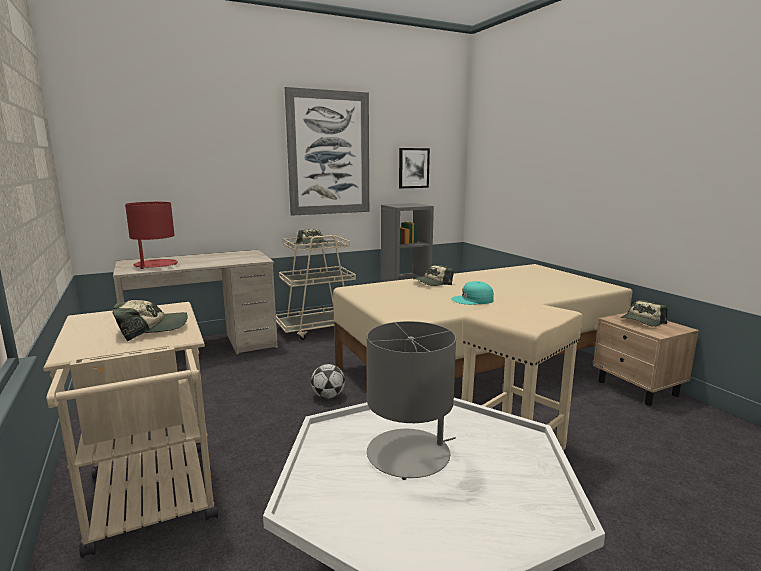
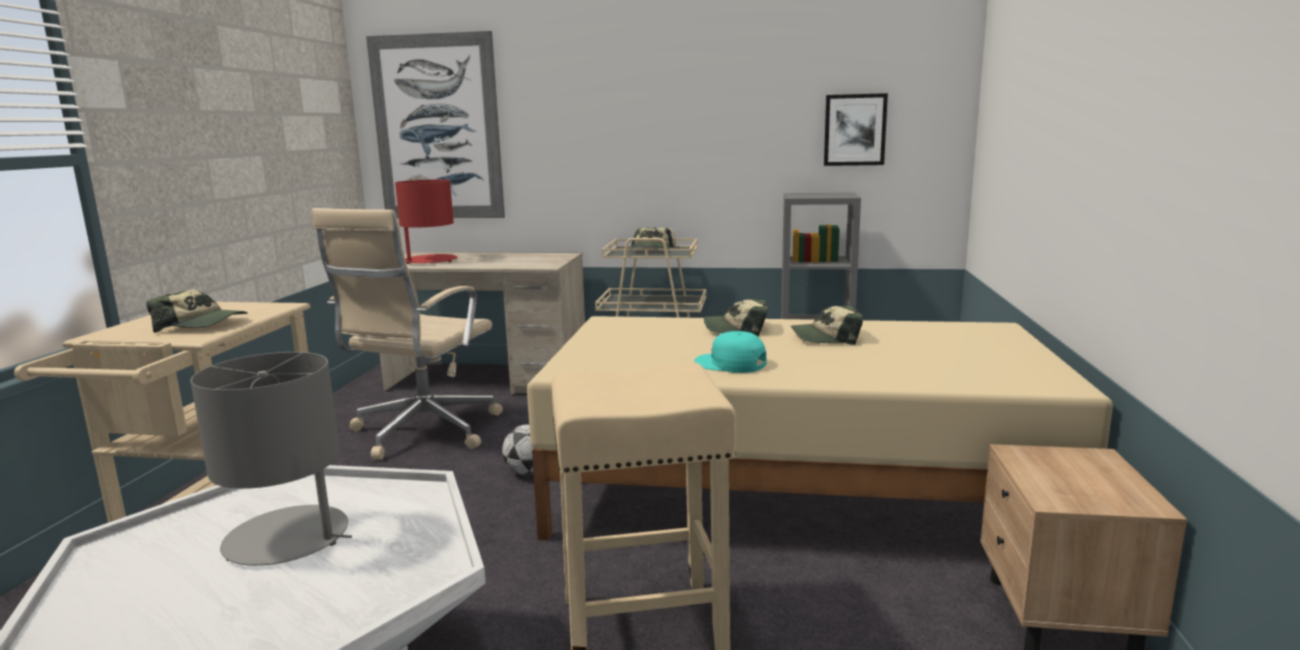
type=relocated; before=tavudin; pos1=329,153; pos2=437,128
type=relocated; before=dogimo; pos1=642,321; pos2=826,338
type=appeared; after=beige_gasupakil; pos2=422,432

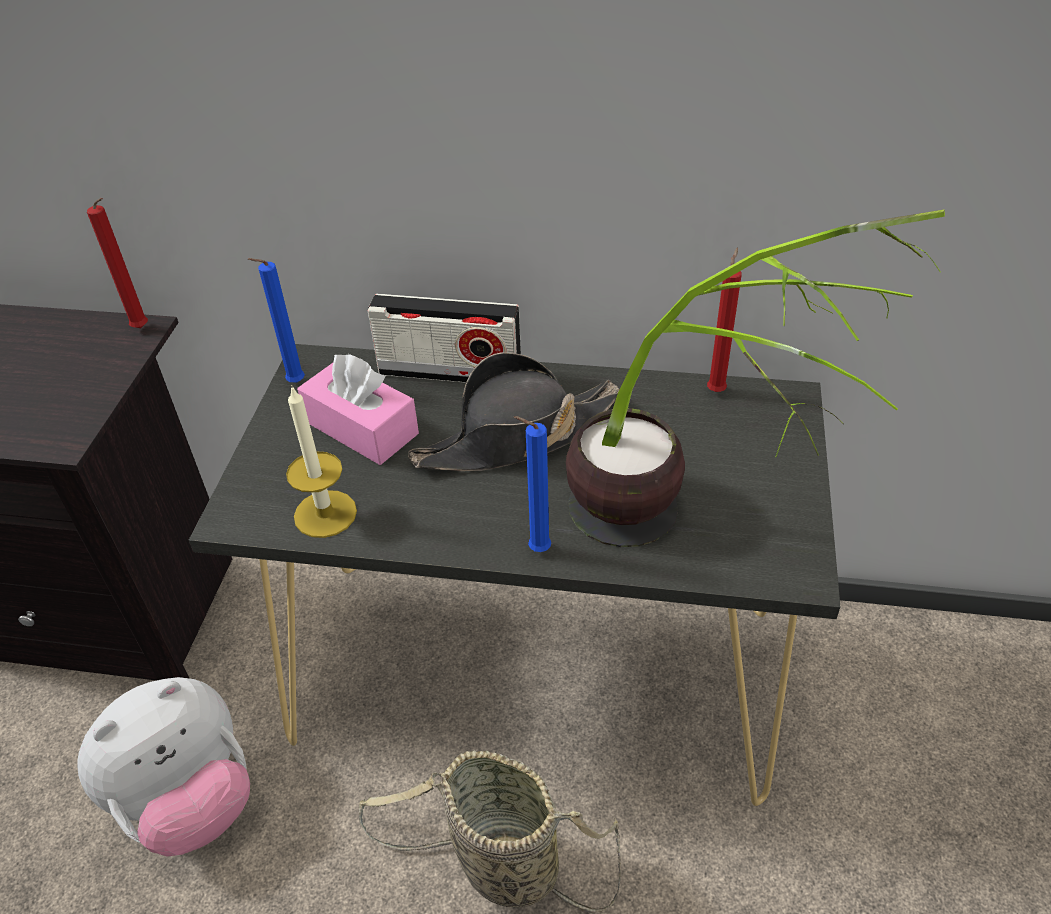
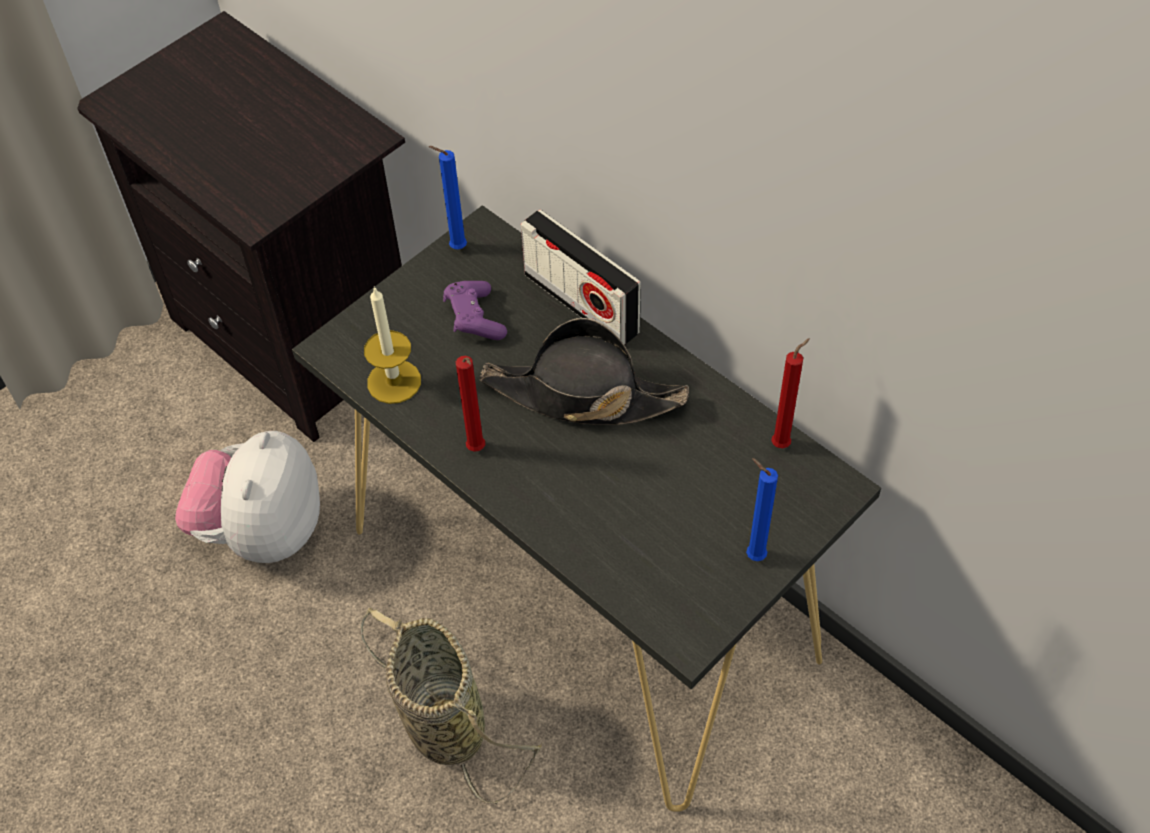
type=relocated; before=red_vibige; pos1=143,329; pos2=477,450
type=missing; before=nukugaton; pos1=685,529
type=exchanged; before=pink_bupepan; after=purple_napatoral; pos1=362,428; pos2=474,319
type=relocated; before=blue_vibige; pos1=536,550; pos2=752,555
type=spun; before=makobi; pos1=190,800; pos2=263,530; turn=105

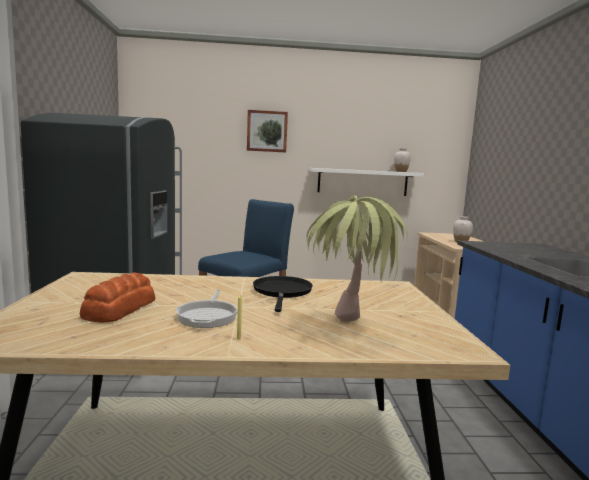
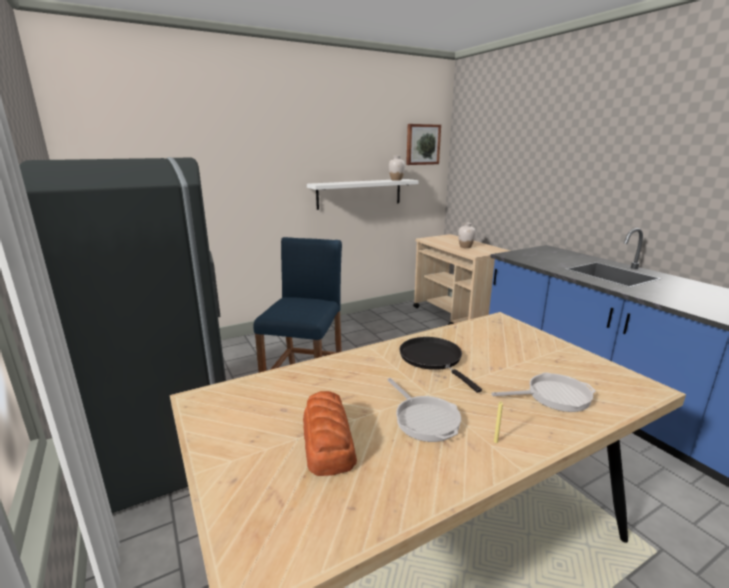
type=relocated; before=tavudin; pos1=267,131; pos2=422,144
type=exchanged; before=nukugaton; after=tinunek; pos1=349,331; pos2=554,396

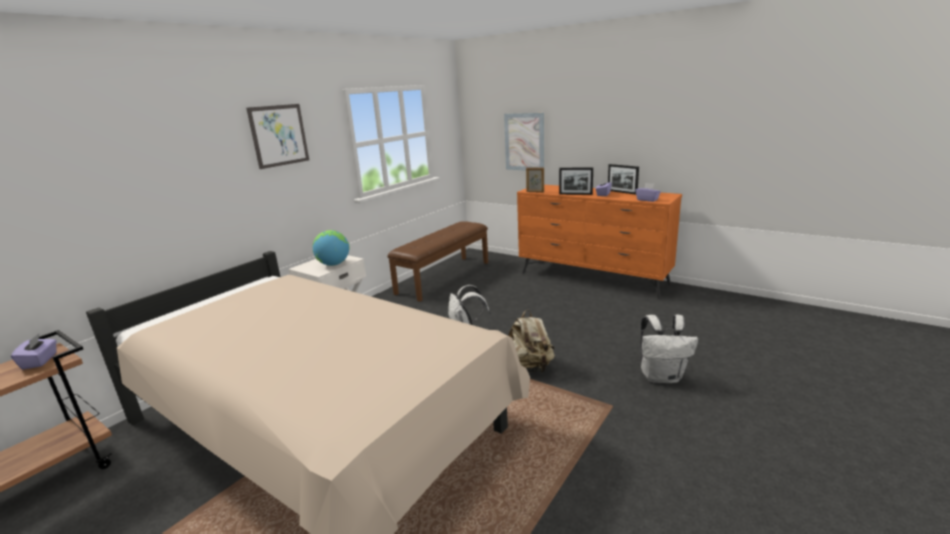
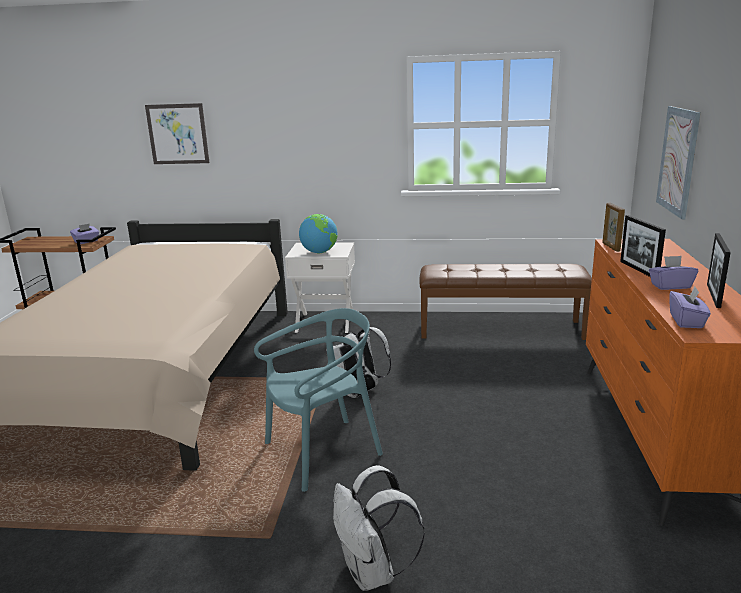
type=relocated; before=tavudin; pos1=279,135; pos2=177,134
type=exchanged; before=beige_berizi; after=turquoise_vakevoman; pos1=529,367; pos2=323,452

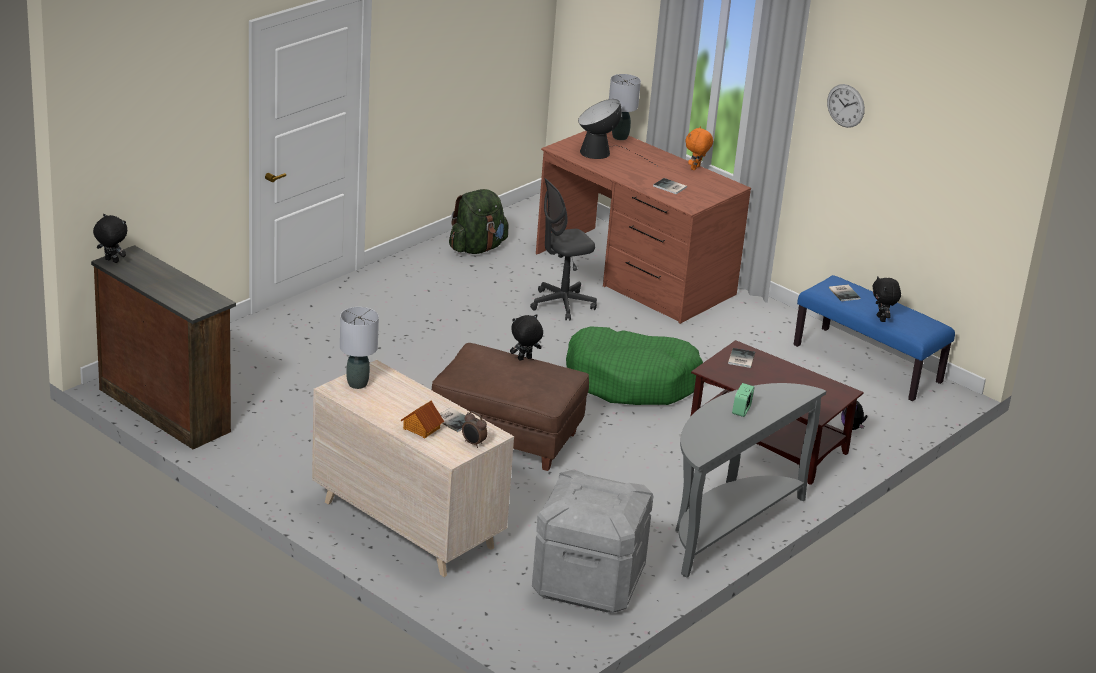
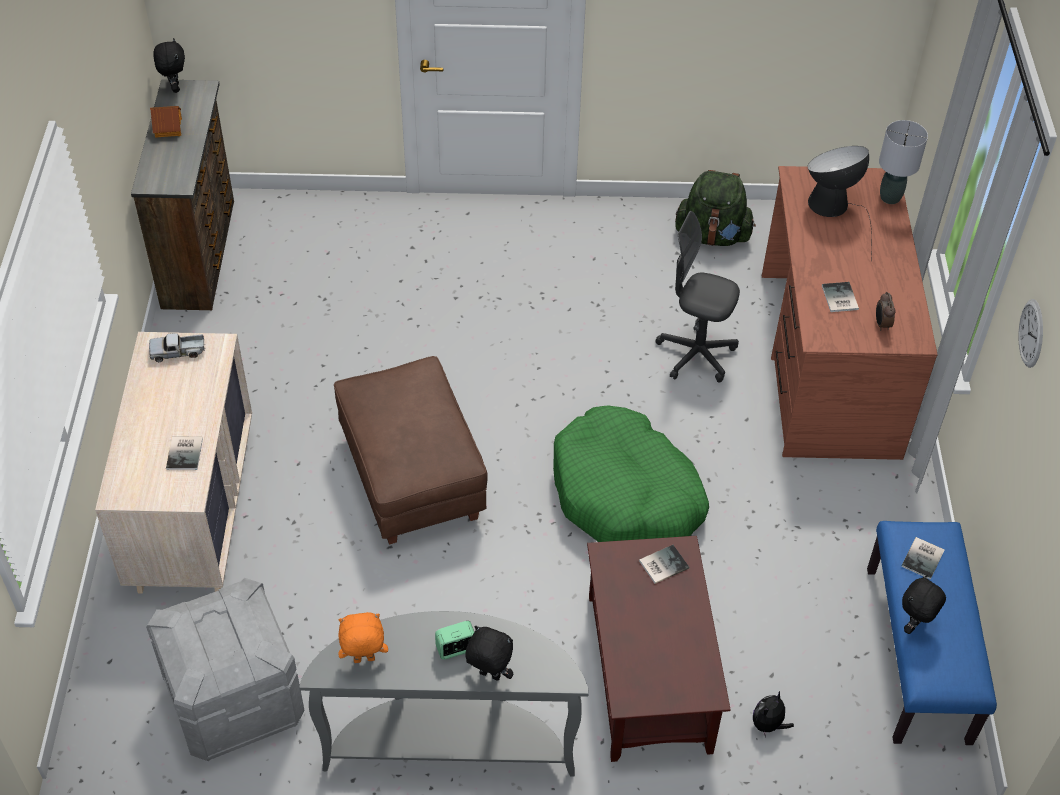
type=relocated; before=orange_makobi; pos1=696,168; pos2=364,660
type=exchanged; before=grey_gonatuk; after=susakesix; pos1=358,384; pos2=178,352
type=relocated; before=black_makobi; pos1=524,359; pos2=489,676
type=relocated; before=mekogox; pos1=421,428; pos2=167,127
type=relocated; before=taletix; pos1=473,443; pos2=881,324

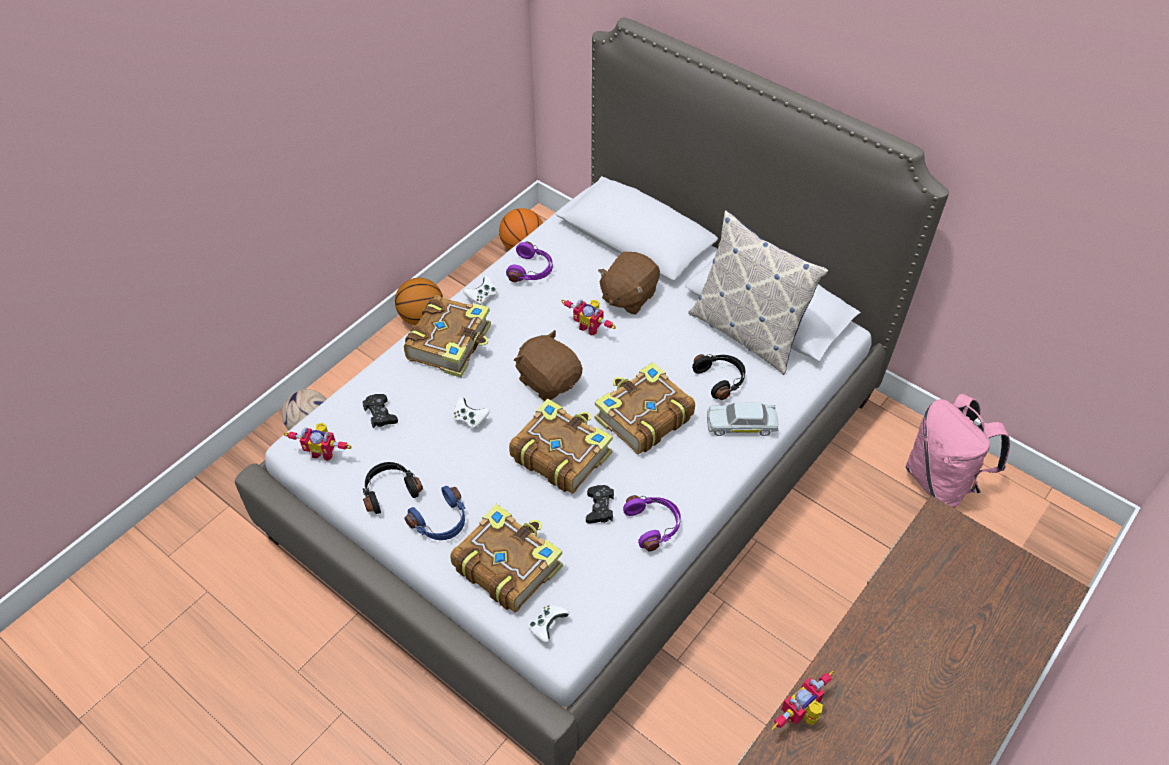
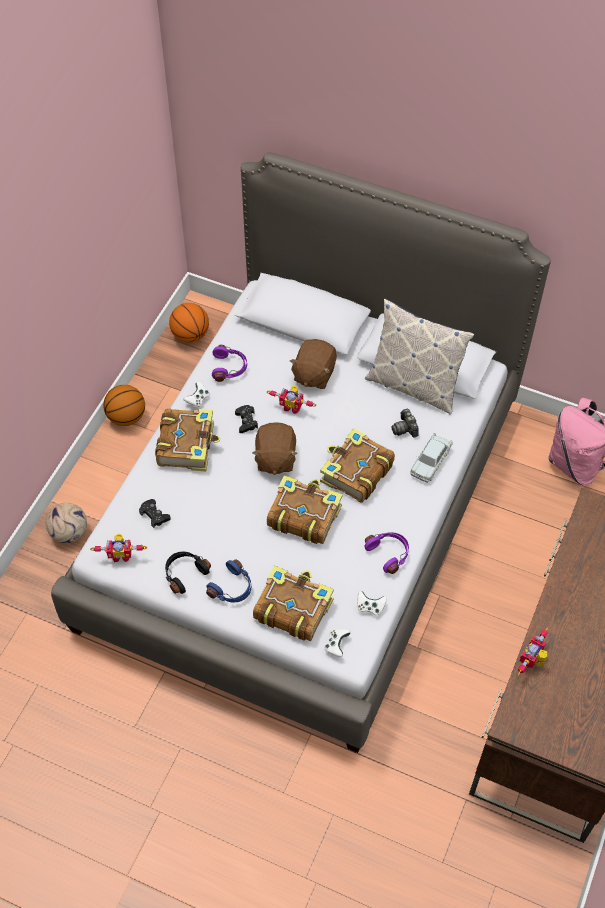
type=spun; before=brown_makobi; pos1=549,380; pos2=275,458; turn=-120
type=exchanged; before=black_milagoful; after=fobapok; pos1=721,379; pos2=405,428
type=relocated; before=white_napatoral; pos1=470,419; pos2=370,607
type=spun; before=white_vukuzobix; pos1=741,424; pos2=430,461; turn=-45
type=relocated; before=black_napatoral; pos1=599,508; pos2=246,421

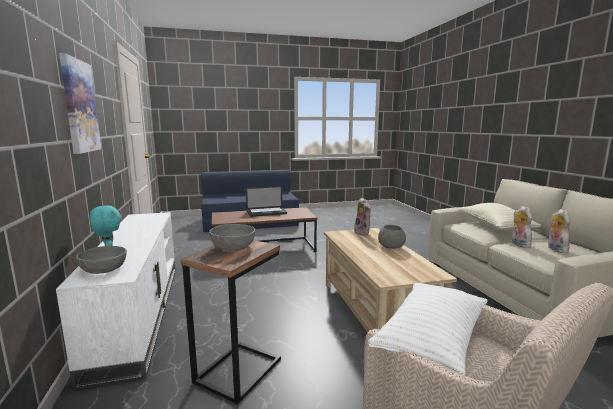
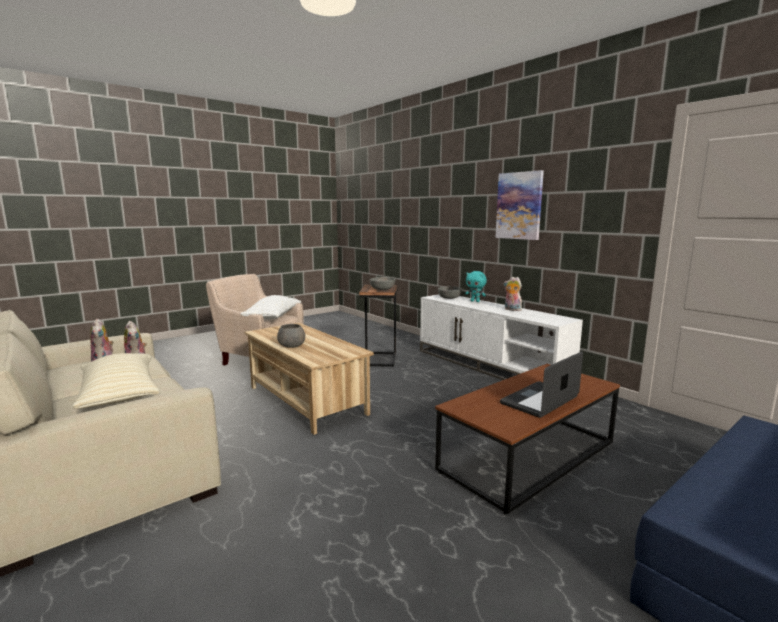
type=relocated; before=makobi; pos1=363,233; pos2=511,310

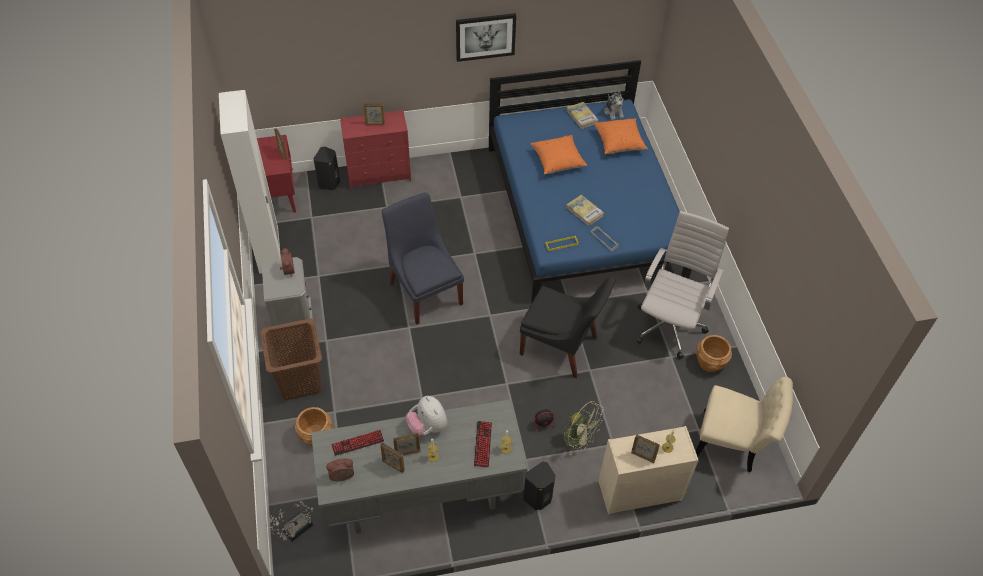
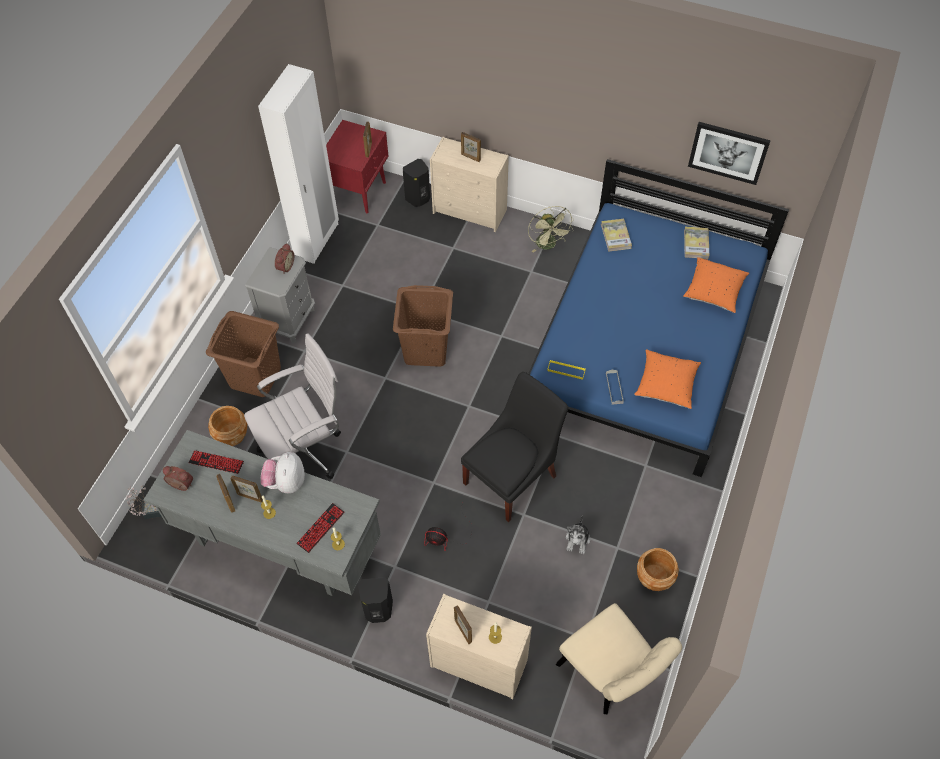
type=relocated; before=tavudin; pos1=485,36; pos2=728,152
type=relocated; before=makobi; pos1=613,112; pos2=577,540
type=colour; before=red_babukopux; after=beige_babukopux; pos1=379,174; pos2=470,211
type=relocated; before=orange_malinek; pos1=557,161; pos2=666,385
type=exchanged; before=blue_vakevoman; after=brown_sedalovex; pos1=425,290; pos2=426,349
type=relocated; before=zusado; pos1=584,211; pos2=616,236
type=relocated; before=white_gasupakil; pos1=670,325; pos2=305,451
type=spun; before=black_vakevoman; pos1=561,348; pos2=513,477; turn=-105
type=relocated; before=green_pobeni; pos1=579,439; pos2=548,245

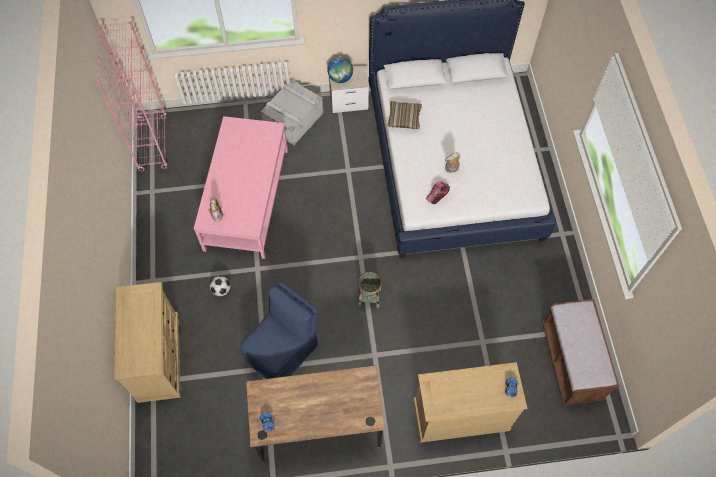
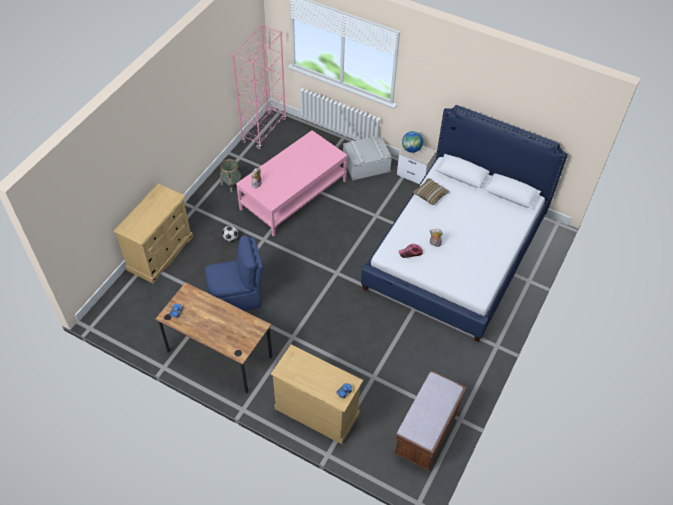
type=relocated; before=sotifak; pos1=369,297; pos2=231,184

